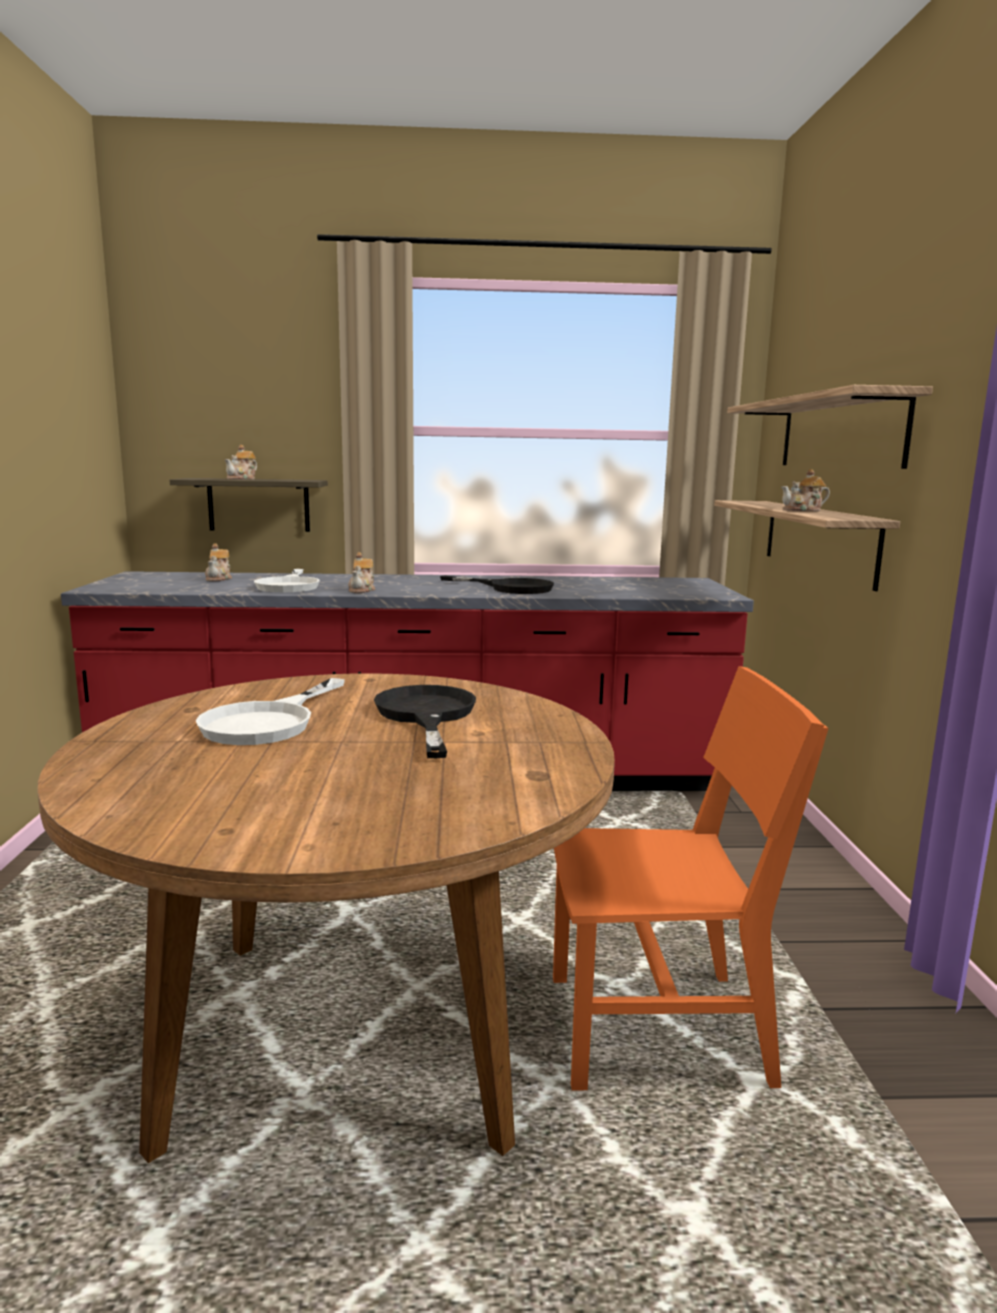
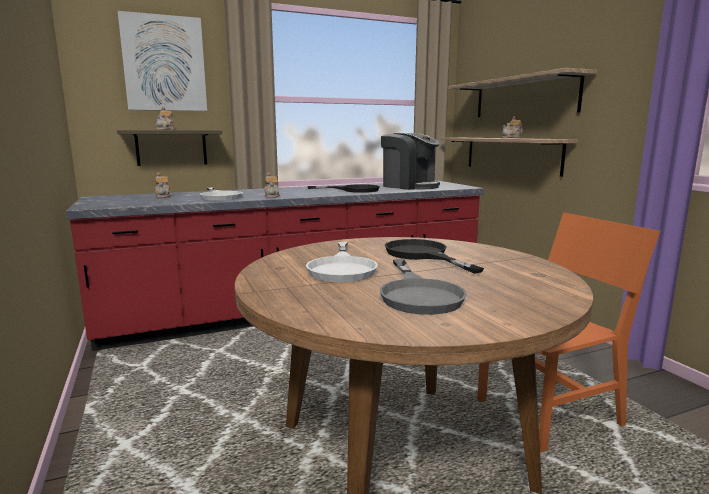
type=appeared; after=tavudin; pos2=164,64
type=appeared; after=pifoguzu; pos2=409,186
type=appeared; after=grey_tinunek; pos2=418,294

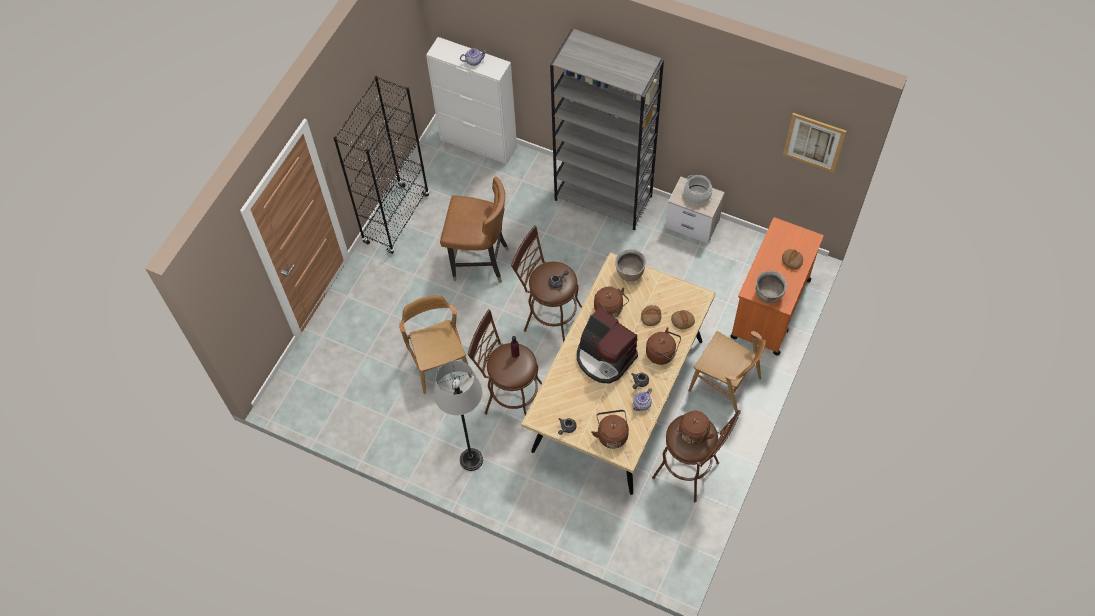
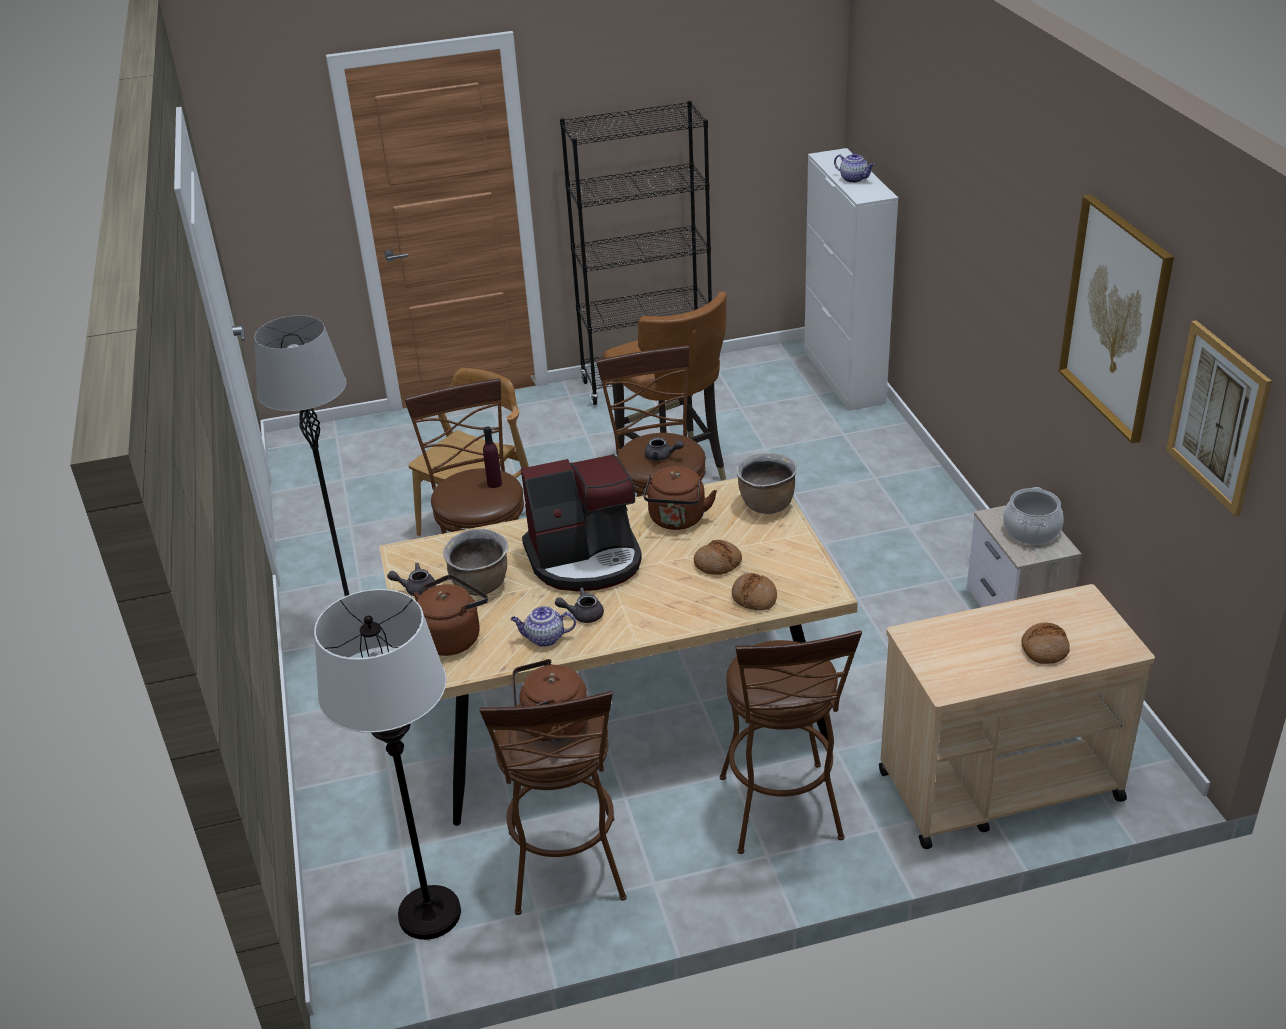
type=missing; before=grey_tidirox; pos1=604,198
type=colour; before=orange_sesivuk; after=beige_sesivuk; pos1=770,309; pos2=997,785
type=relocated; before=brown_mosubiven; pos1=768,295; pos2=481,585
type=spun; before=pifoguzu; pos1=605,358; pos2=586,559; turn=-105
type=missing; before=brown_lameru; pos1=662,354
type=exchanged; before=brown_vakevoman; after=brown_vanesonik; pos1=725,385; pos2=783,816
type=appeared; after=tavudin; pos2=1115,318
type=appeared; after=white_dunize; pos2=429,914

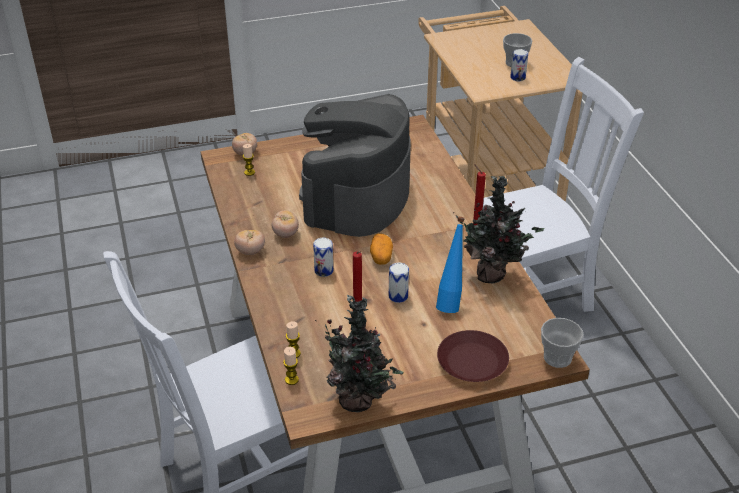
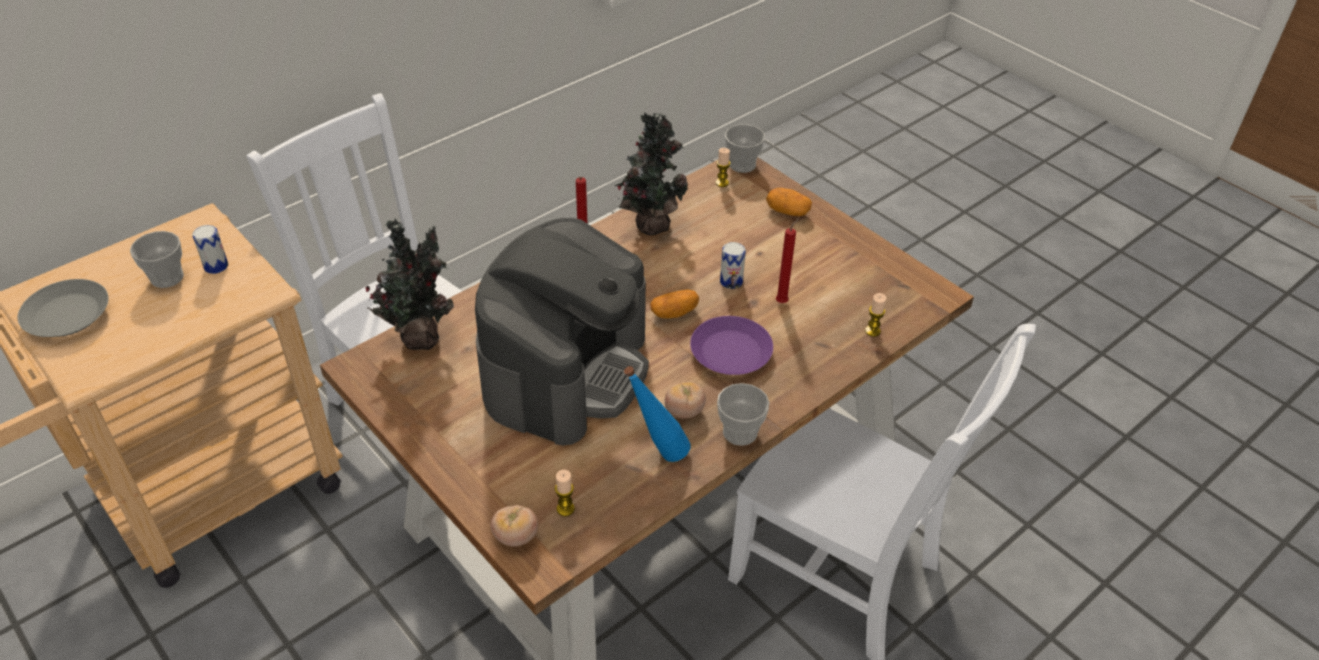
type=spun; before=pifoguzu; pos1=356,197; pos2=566,371; turn=-60
type=relocated; before=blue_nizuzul; pos1=450,302; pos2=657,453
type=exchanged; before=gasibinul; after=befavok; pos1=250,251; pos2=740,432
type=exchanged; before=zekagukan; after=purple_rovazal; pos1=323,270; pos2=730,352
type=relocated; before=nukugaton; pos1=360,401; pos2=420,336
type=exchanged; before=brown_rovazal; after=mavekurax; pos1=471,362; pos2=787,211
type=relocated; before=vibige; pos1=291,379; pos2=722,183
type=appeared; after=grey_rovazal; pos2=66,316

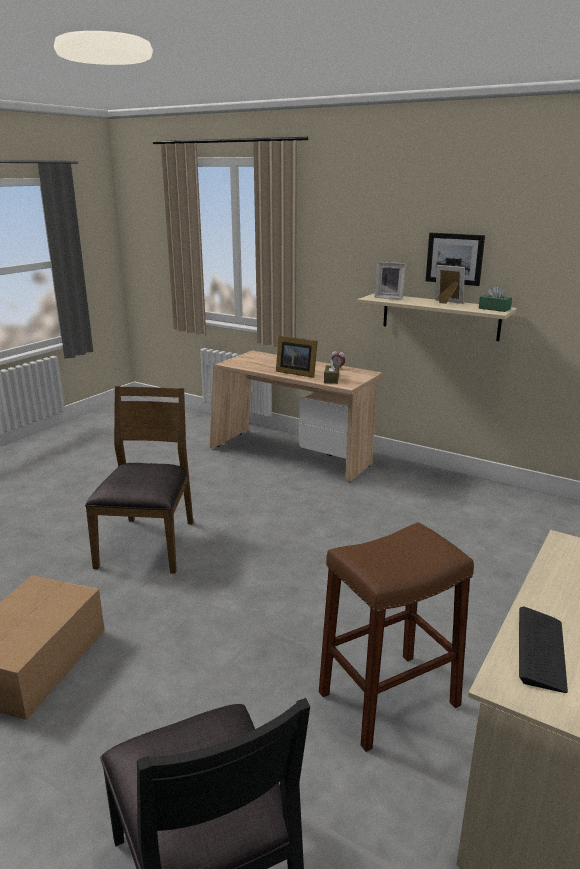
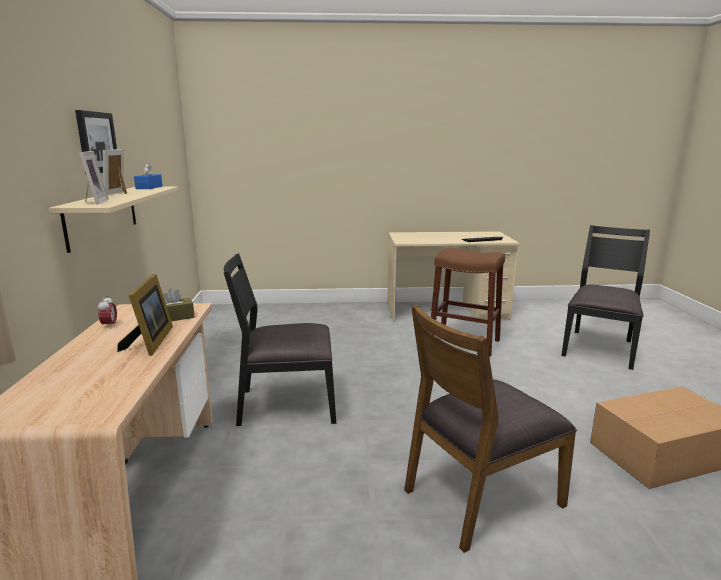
type=colour; before=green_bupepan; after=blue_bupepan; pos1=494,309; pos2=149,187
type=appeared; after=black_vakevoman; pos2=287,404

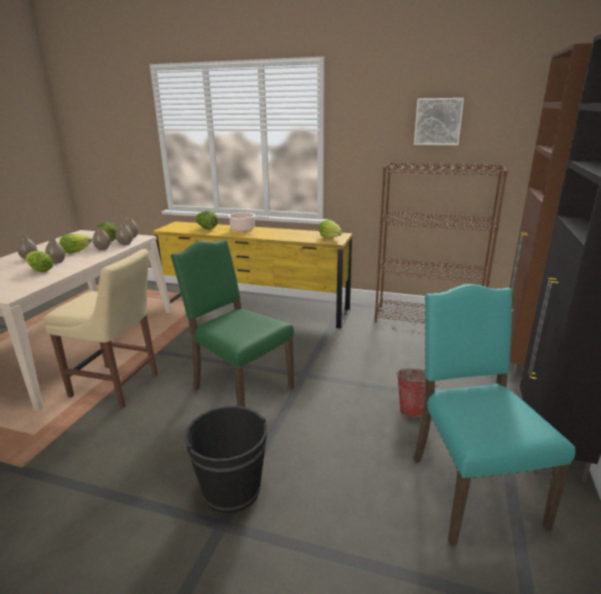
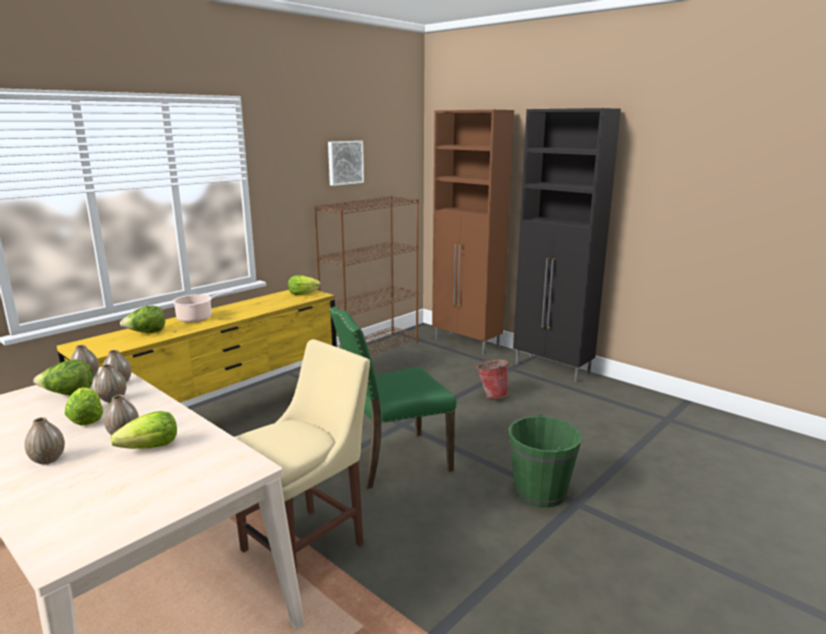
type=missing; before=turquoise_vakevoman; pos1=470,488
type=colour; before=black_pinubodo; after=green_pinubodo; pos1=232,489; pos2=540,492

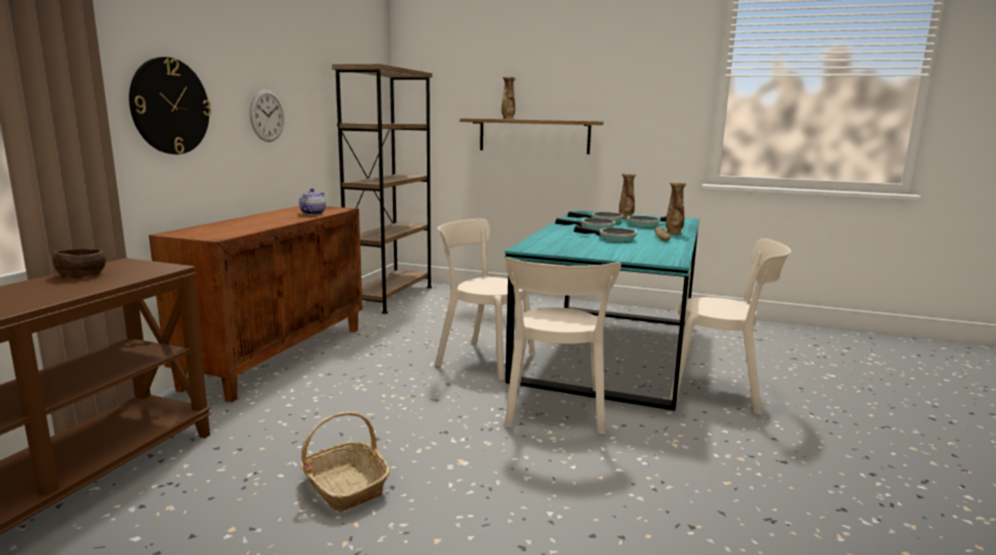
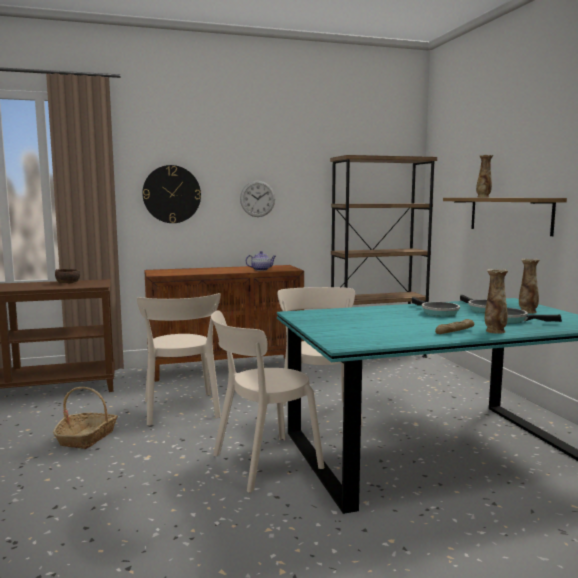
type=missing; before=tinunek; pos1=613,239
type=relocated; before=beige_vakevoman; pos1=720,390; pos2=181,410

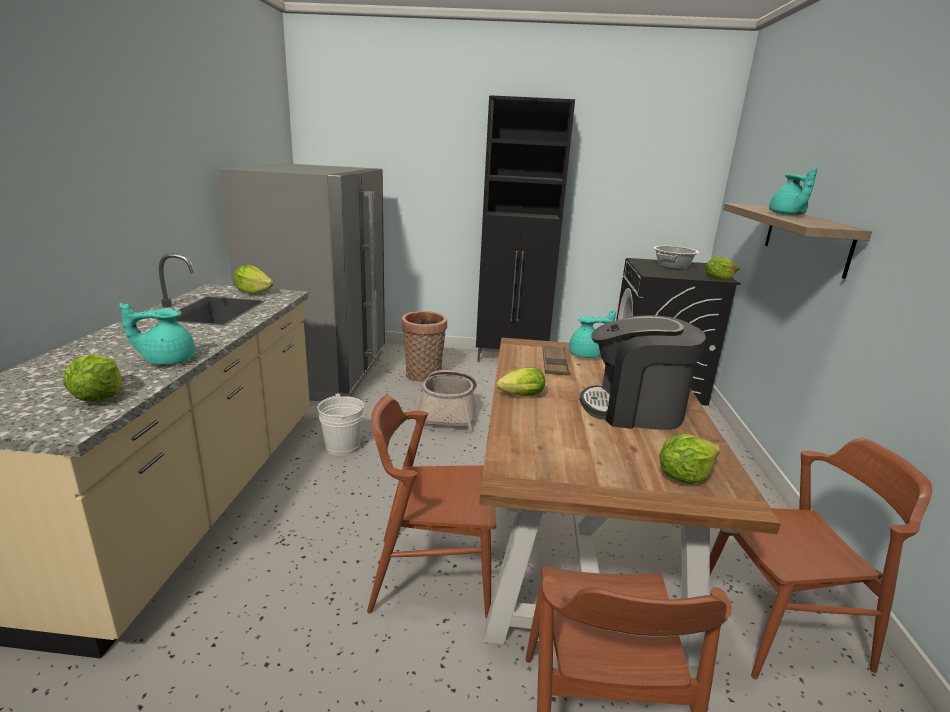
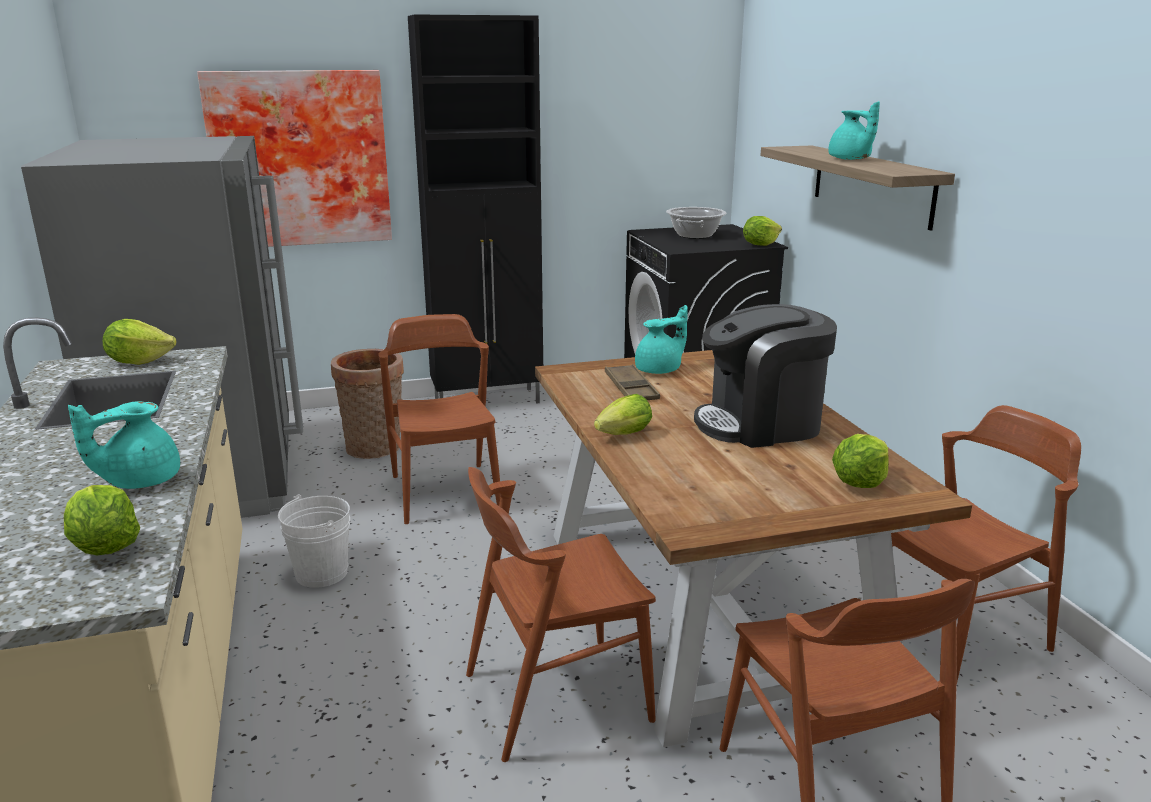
type=exchanged; before=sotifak; after=brown_vakevoman; pos1=448,412; pos2=445,492
type=appeared; after=tavudin; pos2=300,159

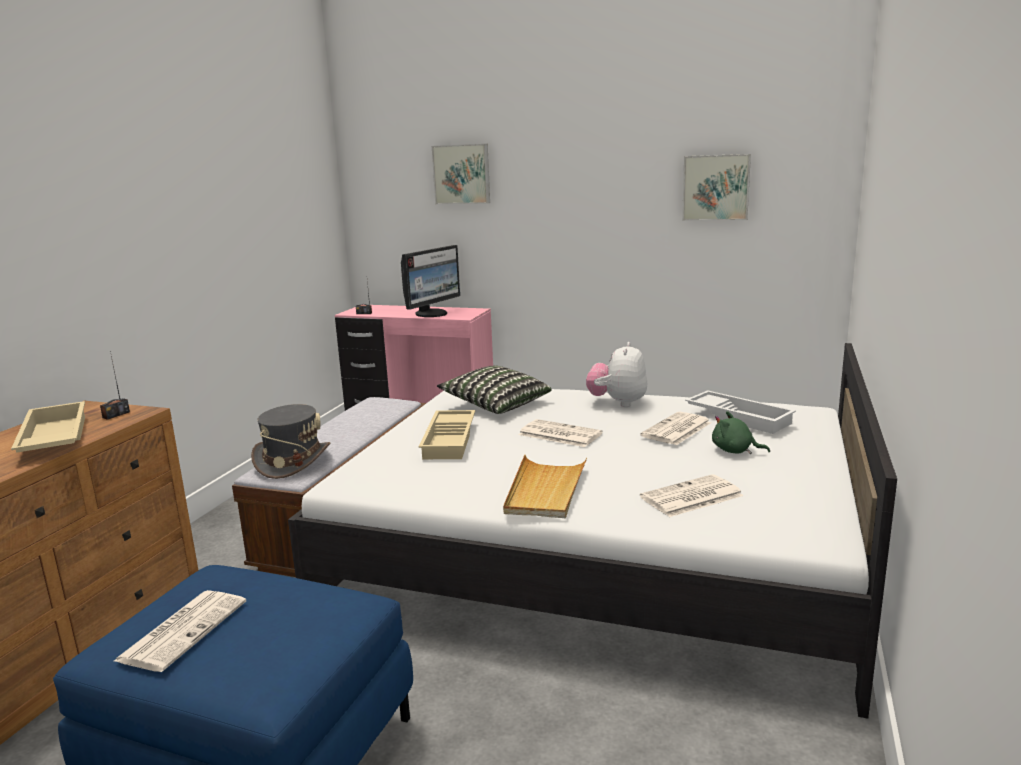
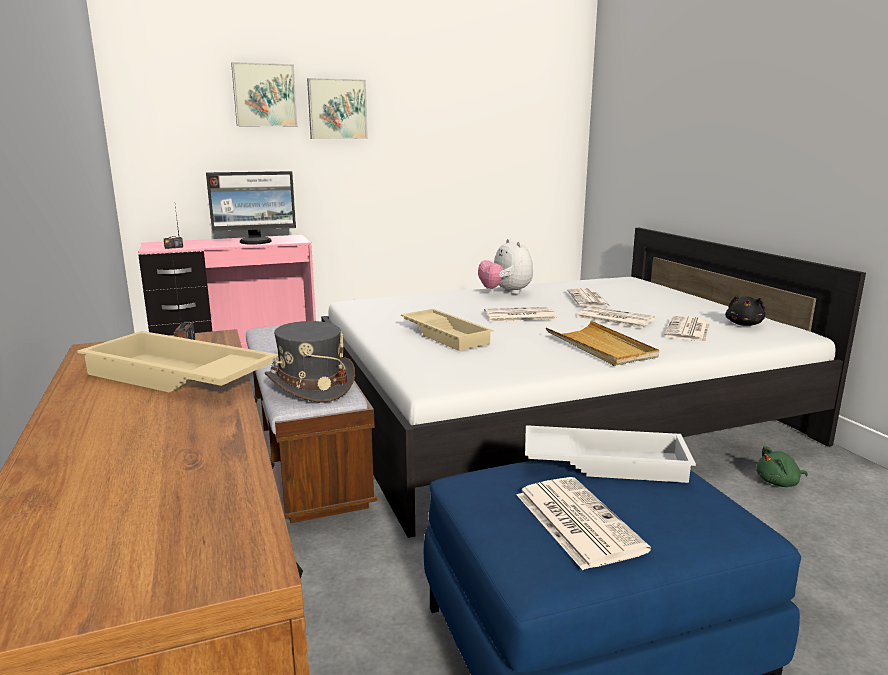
type=relocated; before=tavudin; pos1=716,187; pos2=337,109
type=spun; before=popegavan; pos1=432,314; pos2=256,241; turn=75
type=missing; before=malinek; pos1=496,404
type=relocated; before=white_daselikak; pos1=740,417; pos2=605,462
type=relocated; before=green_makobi; pos1=735,451; pos2=779,483
type=appeared; after=black_makobi; pos2=744,324
type=appeared; after=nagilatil; pos2=614,318

